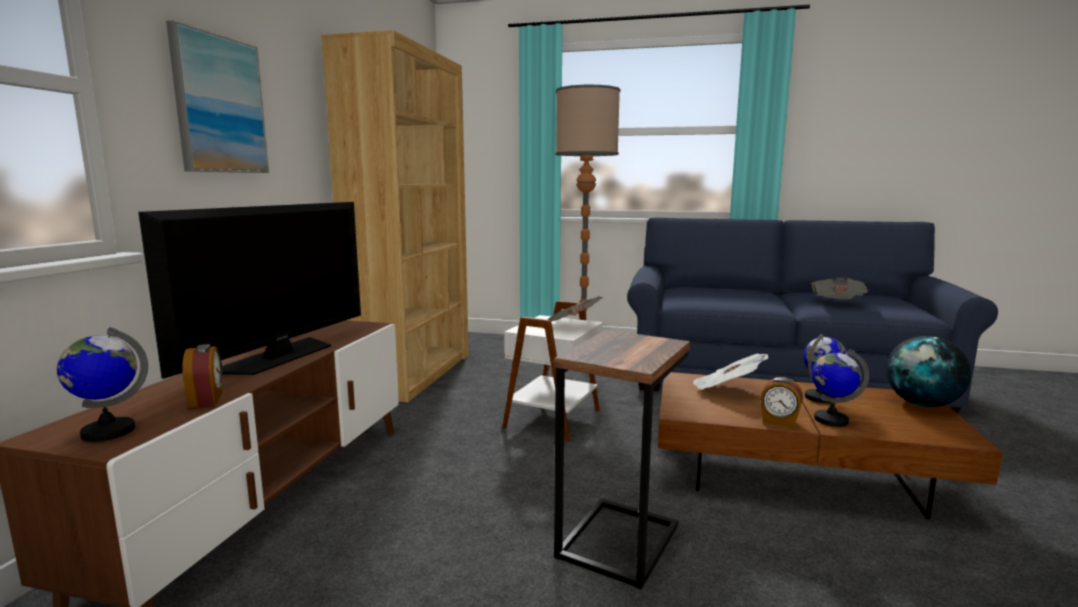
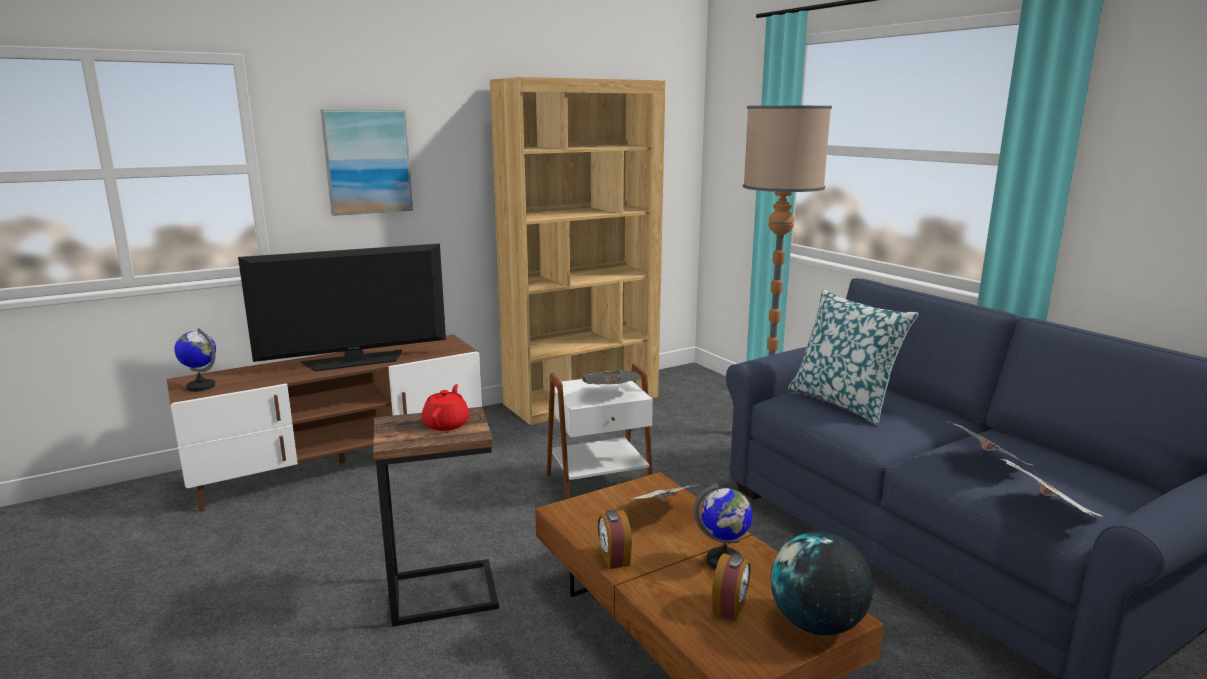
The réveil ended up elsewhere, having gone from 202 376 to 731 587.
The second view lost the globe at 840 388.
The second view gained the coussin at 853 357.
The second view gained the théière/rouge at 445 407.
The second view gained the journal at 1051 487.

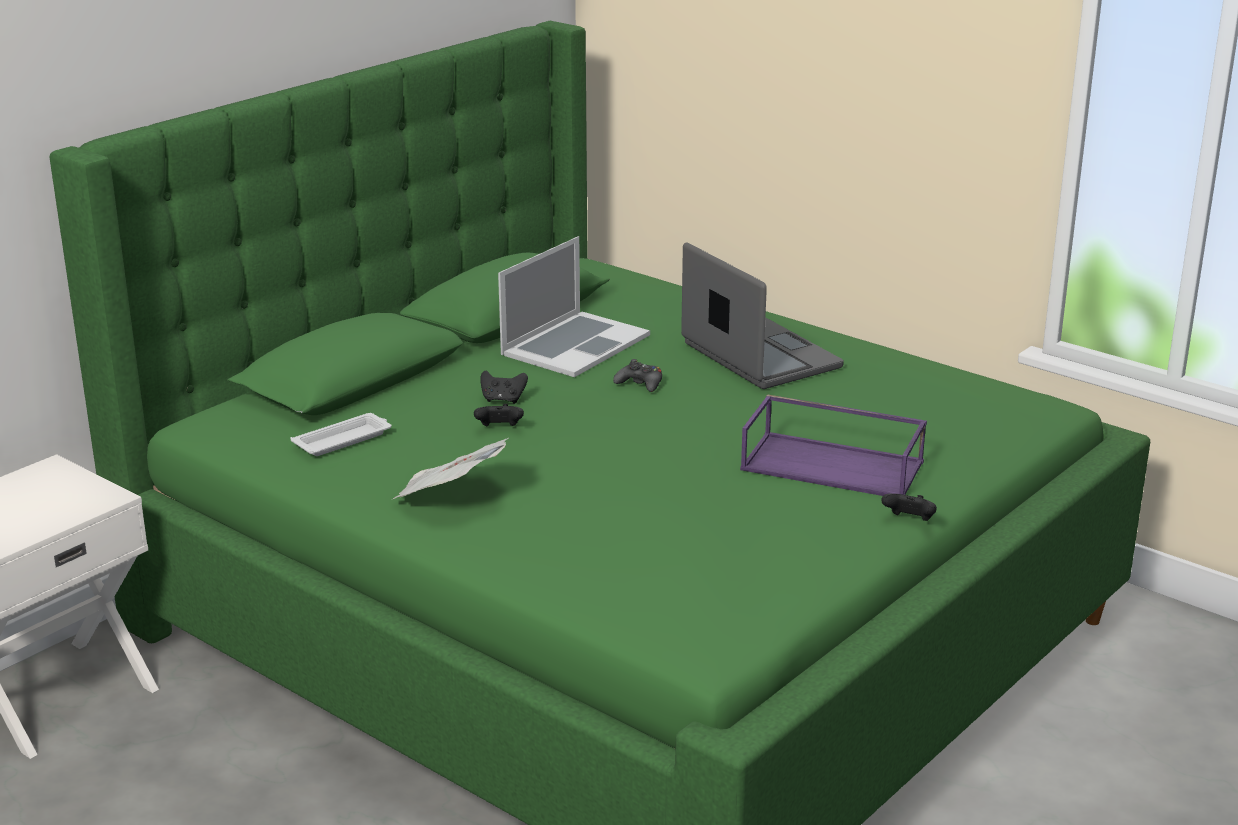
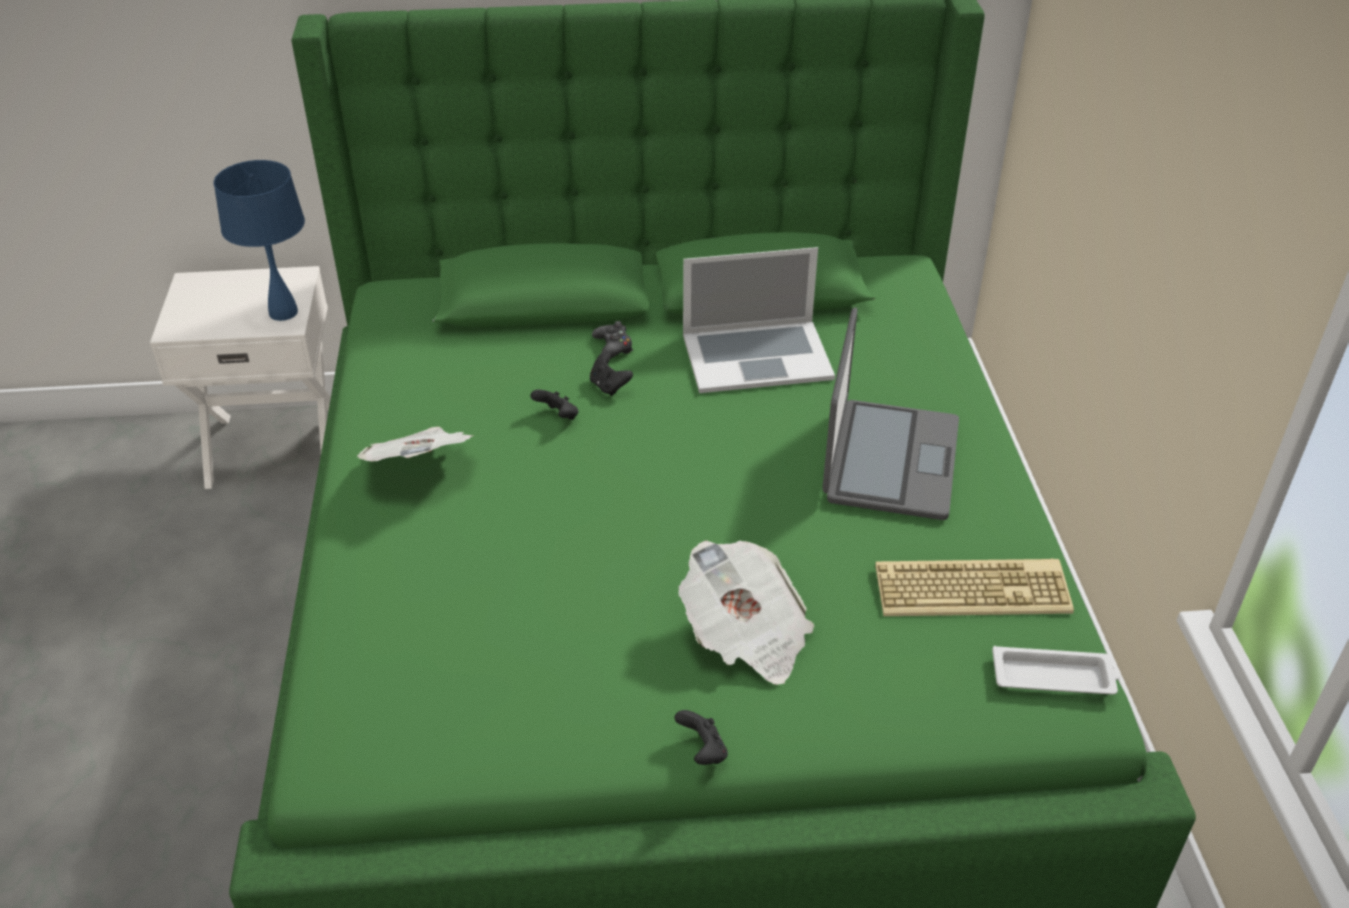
The manette/noir ended up elsewhere, having gone from 637 375 to 612 340.
Where the plateau/violet stood at 833 445, the journal came to stand at 746 613.
The plateau/blanc ended up elsewhere, having gone from 341 434 to 1056 670.
The second view gained the lampe de table/bleu at 259 240.
The second view gained the clavier at 974 587.

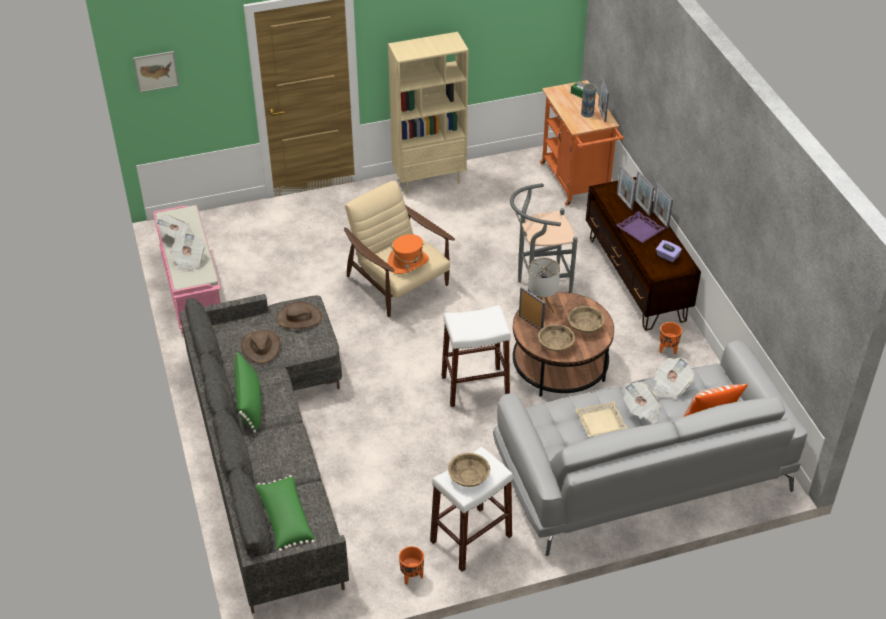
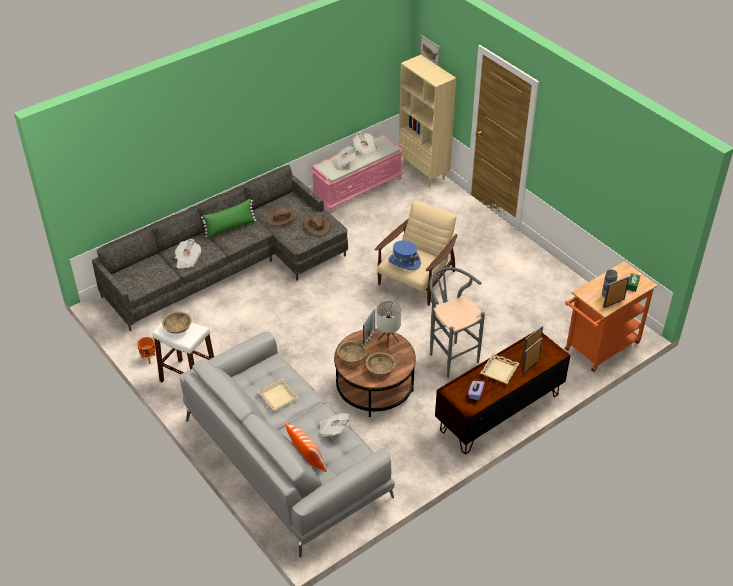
The bibliothèque/beige ended up elsewhere, having gone from 428 113 to 427 121.
The second view lost the cadre photo at 662 206.
What was the plateau/violet at 640 227 turned into the plateau/beige at 500 368.
What was the chapeau/orange at 408 254 turned into the chapeau/bleu at 404 255.
The second view lost the tabouret/blanc at 476 356.
The second view lost the cache-pot/orange at 670 338.
The journal ended up elsewhere, having gone from 643 402 to 188 254.
The second view lost the coussin/vert at 285 513.

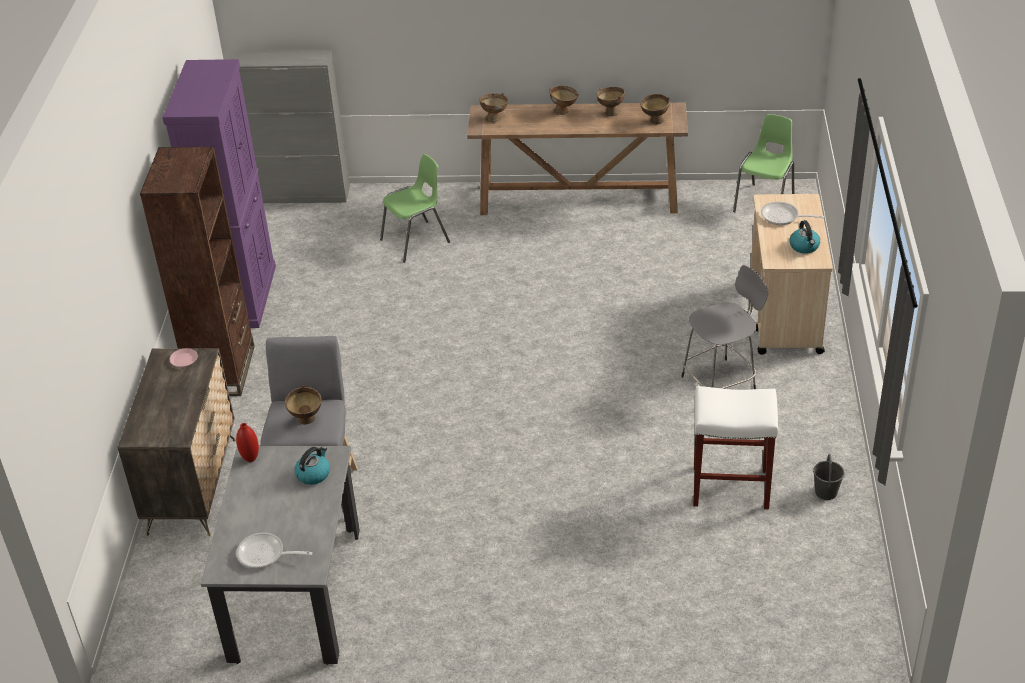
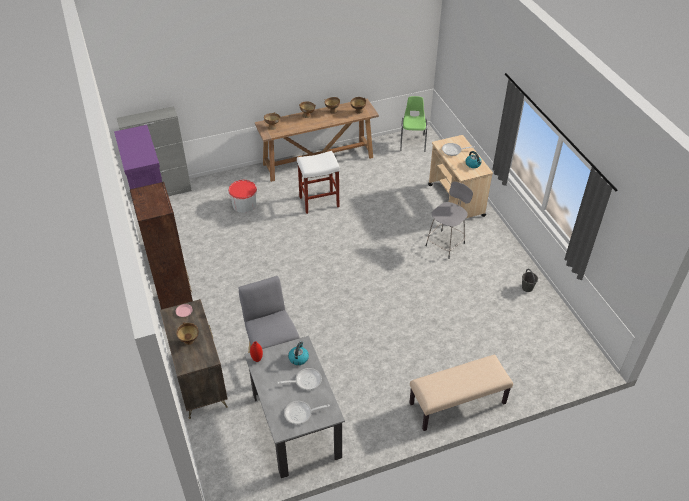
Where the chaise/vert stood at 415 208, the seau came to stand at 242 196.
The bol/marron ended up elsewhere, having gone from 303 405 to 187 333.
The tabouret/blanc ended up elsewhere, having gone from 735 447 to 318 182.
The second view gained the banc/beige at 461 393.
The second view gained the poêle at 299 379.

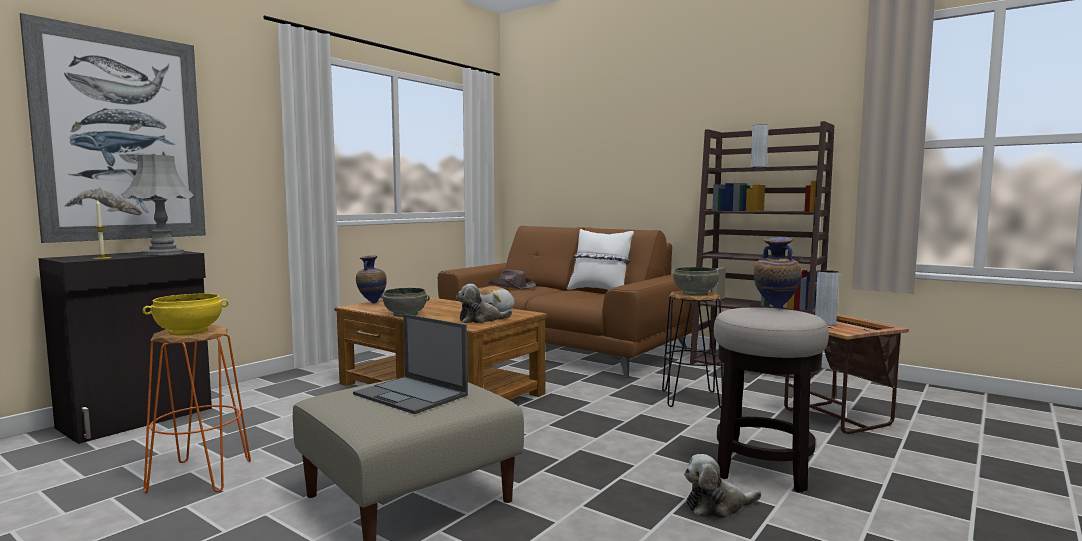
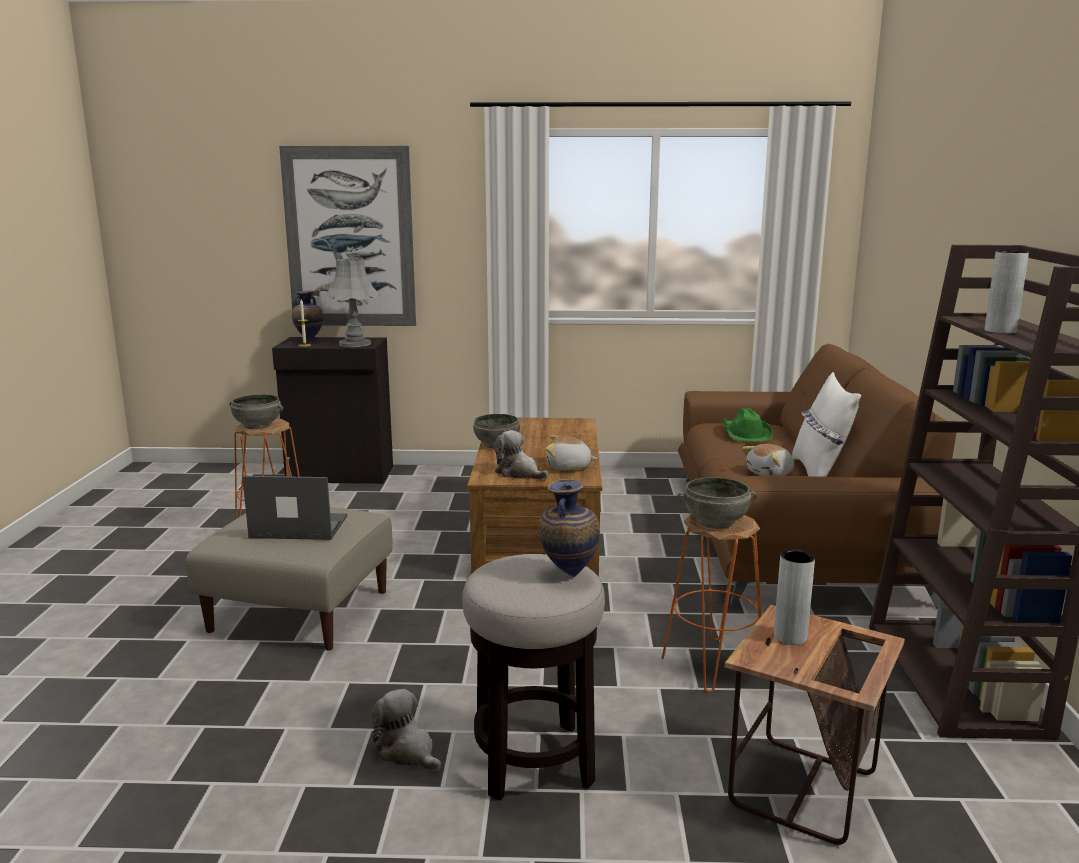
The vase ended up elsewhere, having gone from 371 279 to 307 315.
What was the chapeau/marron at 512 279 turned into the chapeau/vert at 747 425.
What was the tabouret/noir at 692 349 turned into the tabouret/orange at 711 603.
What was the bol/jaune at 186 314 turned into the bol/gris at 256 411.
The ordinateur portable at 410 364 ended up facing another way, 90 degrees clockwise from before.
The second view gained the peluche at 768 460.

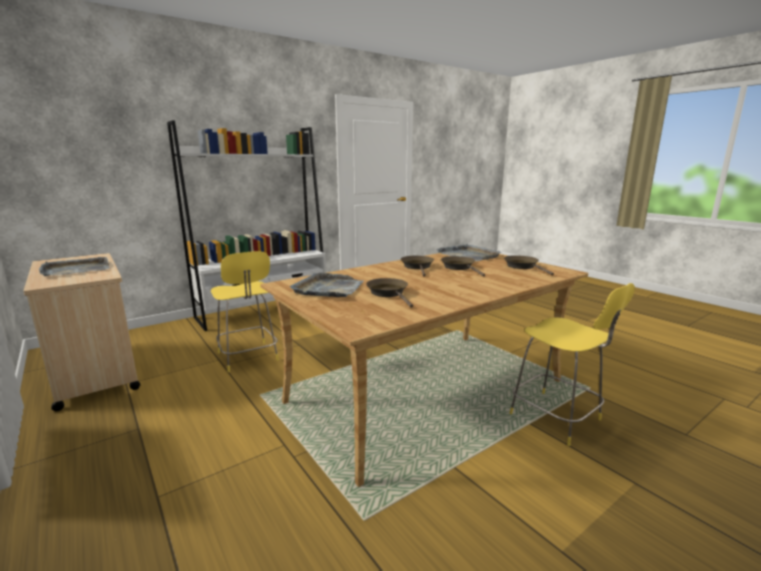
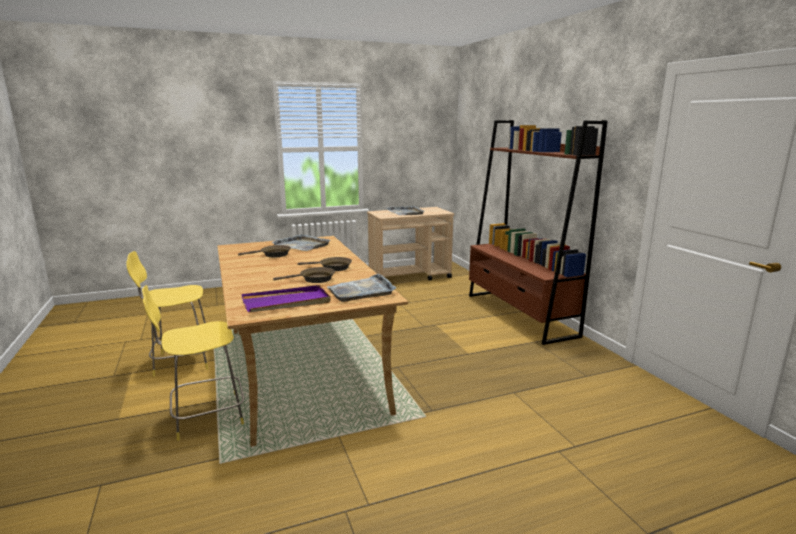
What was the bibliothèque/blanc at 246 225 turned into the bibliothèque/marron at 538 232.
The tabouret/jaune ended up elsewhere, having gone from 245 311 to 167 314.
Where the poêle/marron stood at 529 265, the plateau/violet came to stand at 286 299.

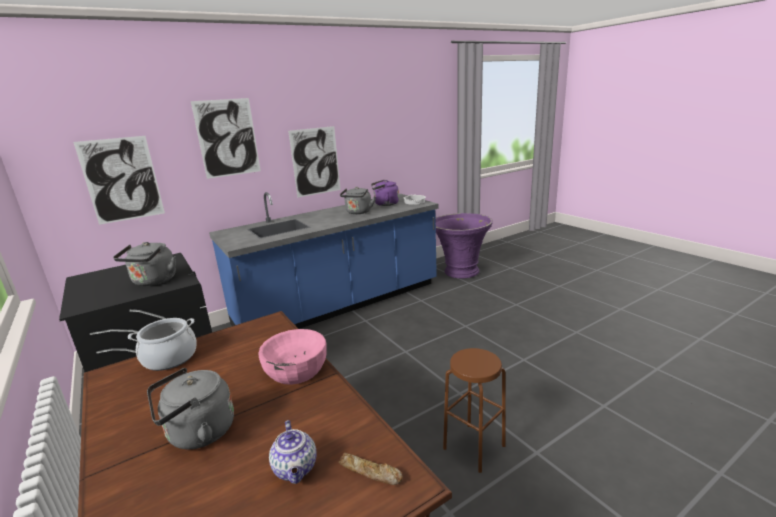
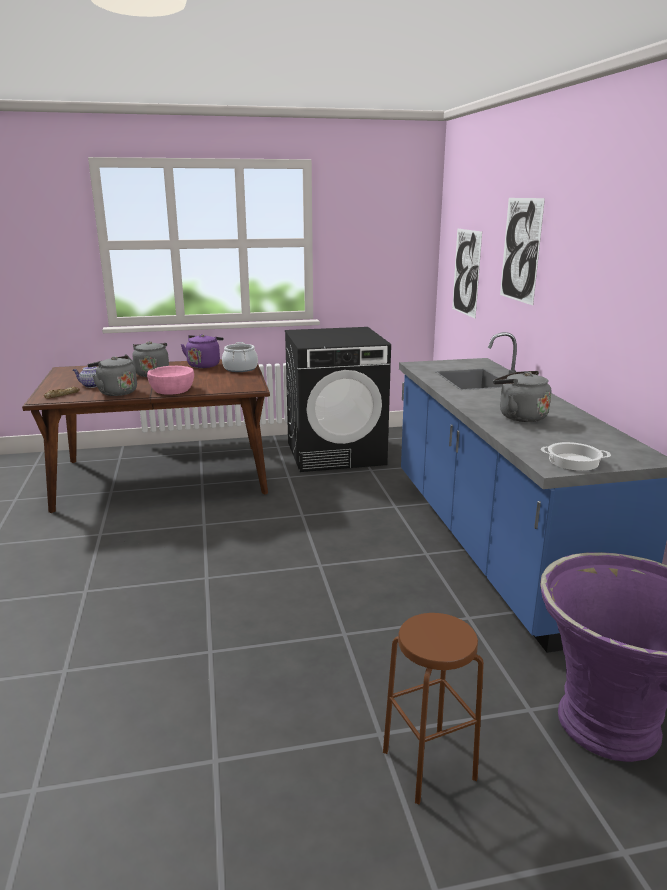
The second view lost the tableau at 314 162.
The bouilloire/violet ended up elsewhere, having gone from 385 193 to 202 351.
The bouilloire/gris ended up elsewhere, having gone from 144 264 to 112 376.
The tabouret/marron ended up elsewhere, having gone from 474 410 to 433 708.

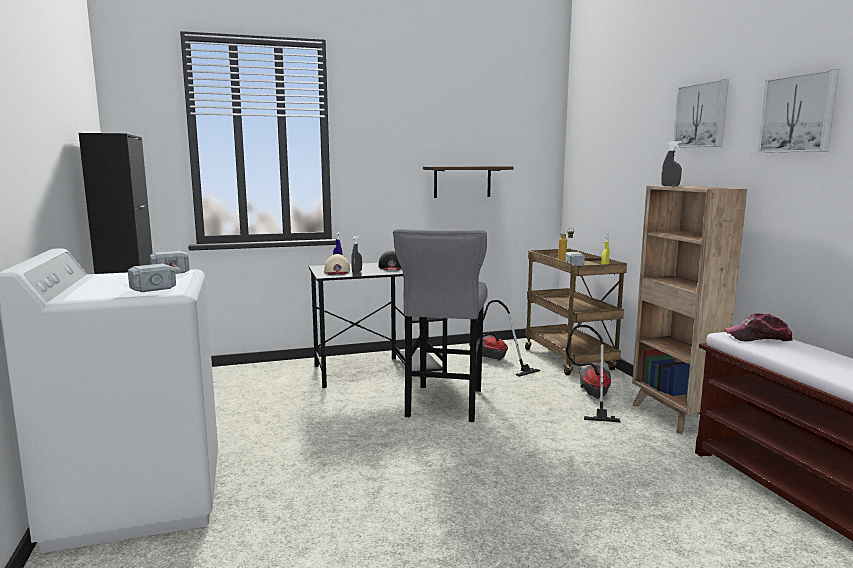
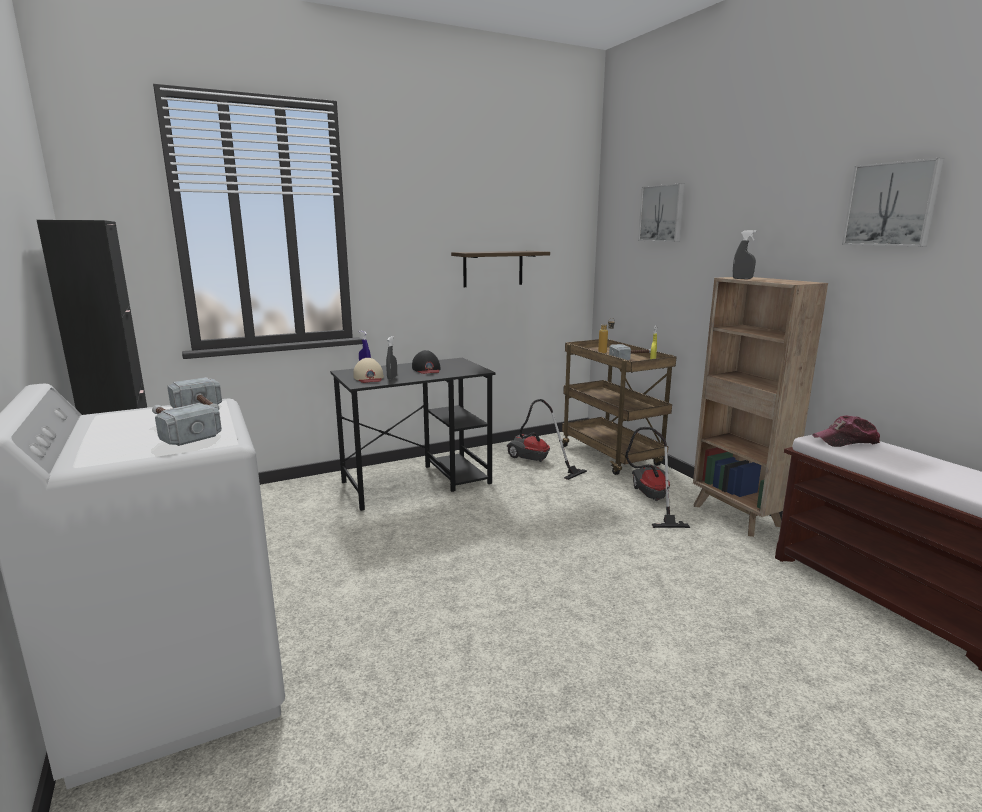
The tableau ended up elsewhere, having gone from 701 113 to 661 212.
The second view lost the tabouret/gris at 440 325.

